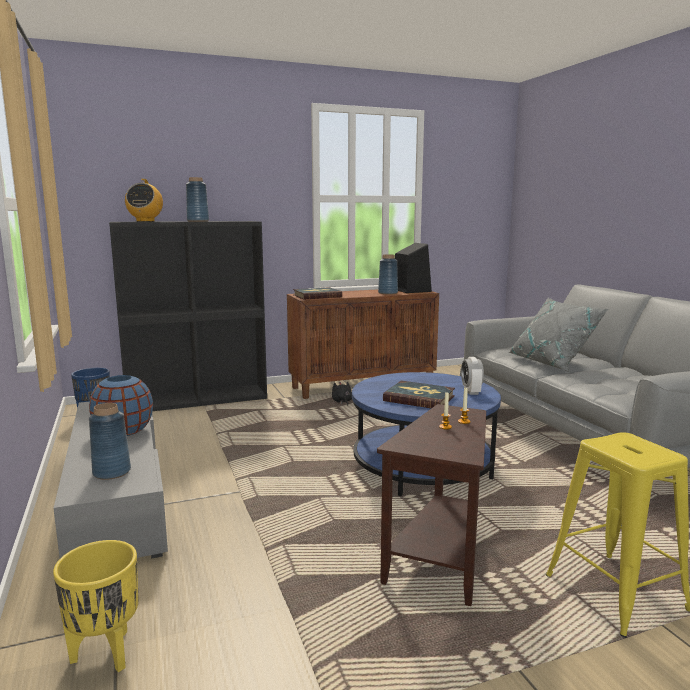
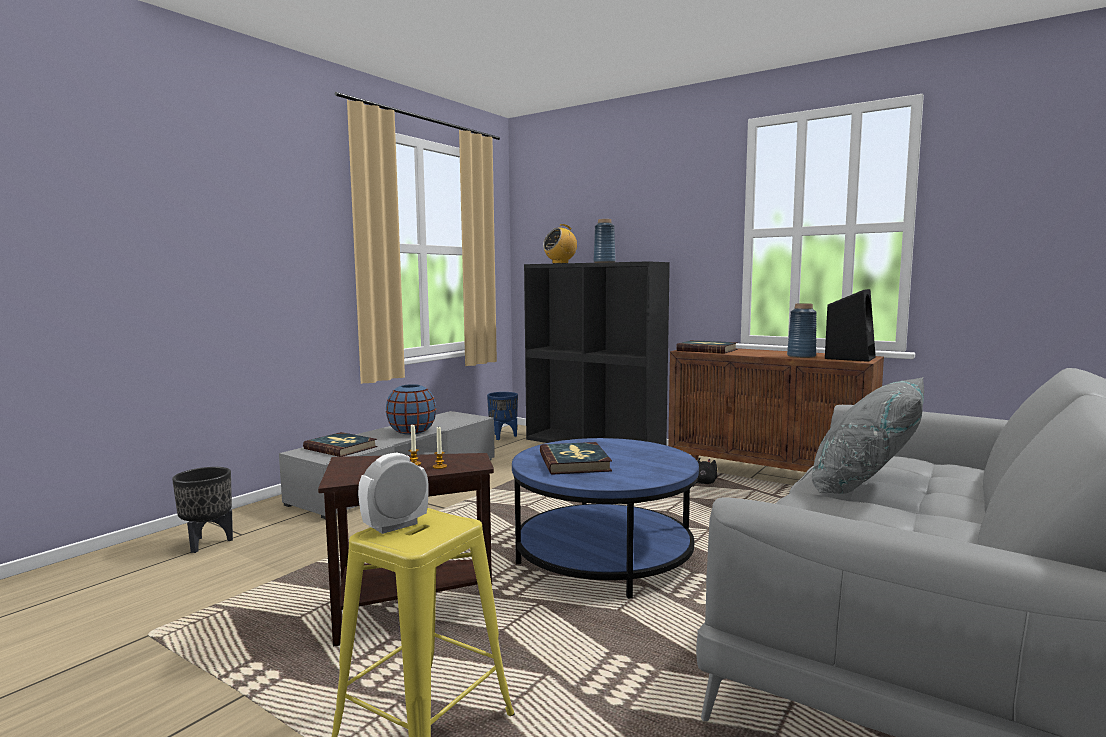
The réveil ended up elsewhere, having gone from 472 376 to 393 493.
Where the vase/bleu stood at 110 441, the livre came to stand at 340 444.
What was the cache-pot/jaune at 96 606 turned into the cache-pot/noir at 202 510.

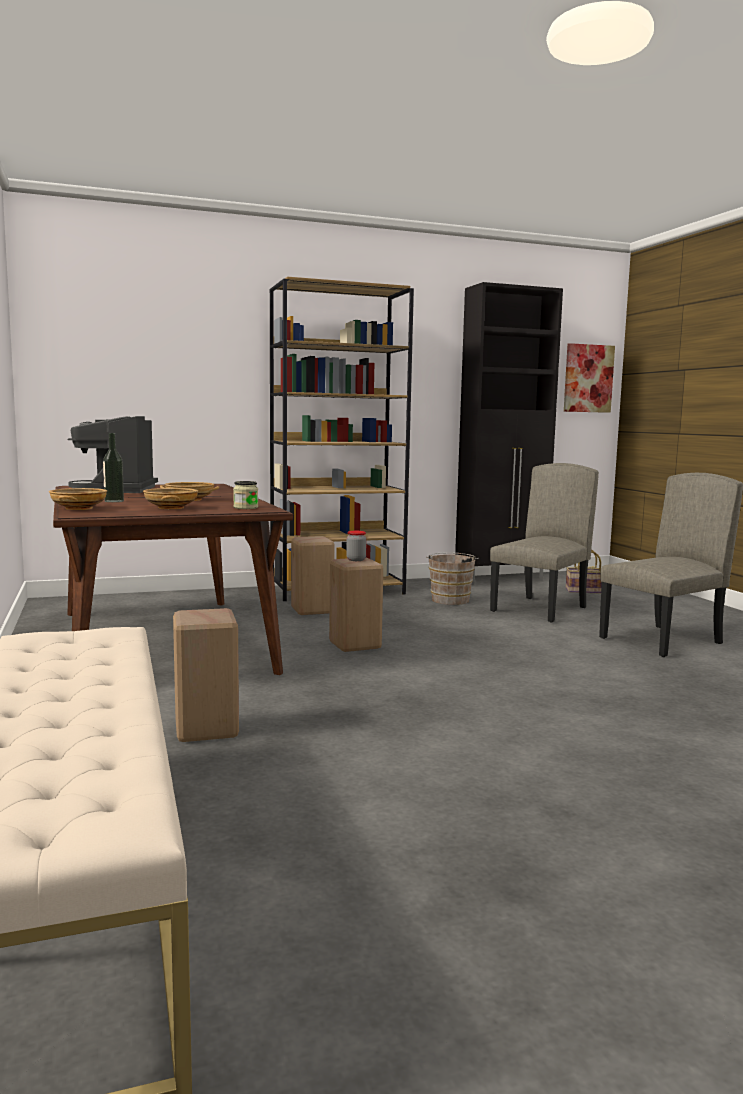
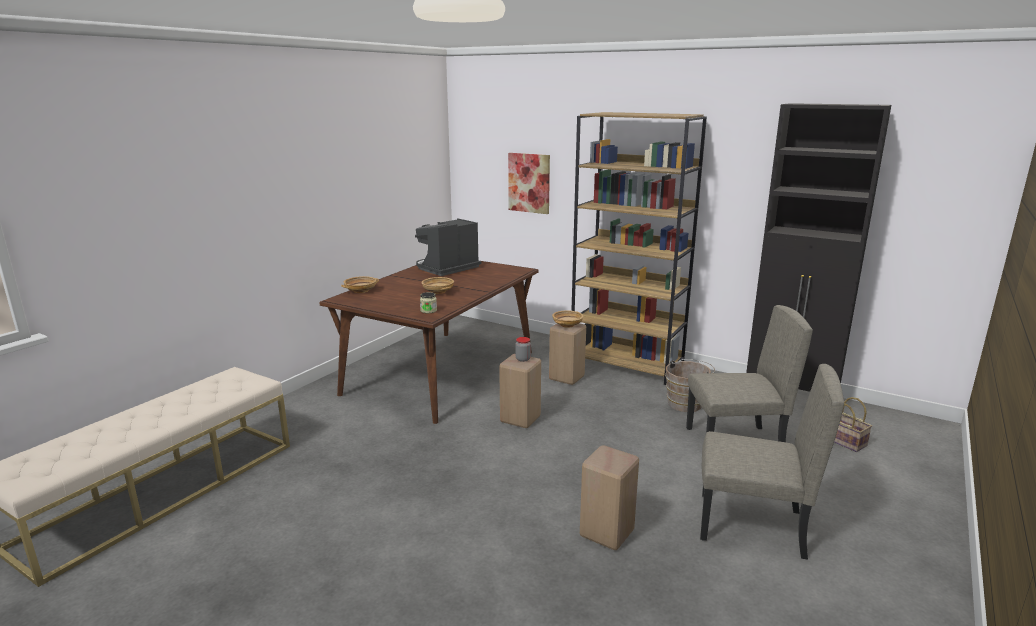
The tableau ended up elsewhere, having gone from 589 378 to 529 183.
The second view lost the bouteille at 113 467.
The bol/beige ended up elsewhere, having gone from 170 498 to 567 318.
The tabouret/beige ended up elsewhere, having gone from 206 675 to 609 498.

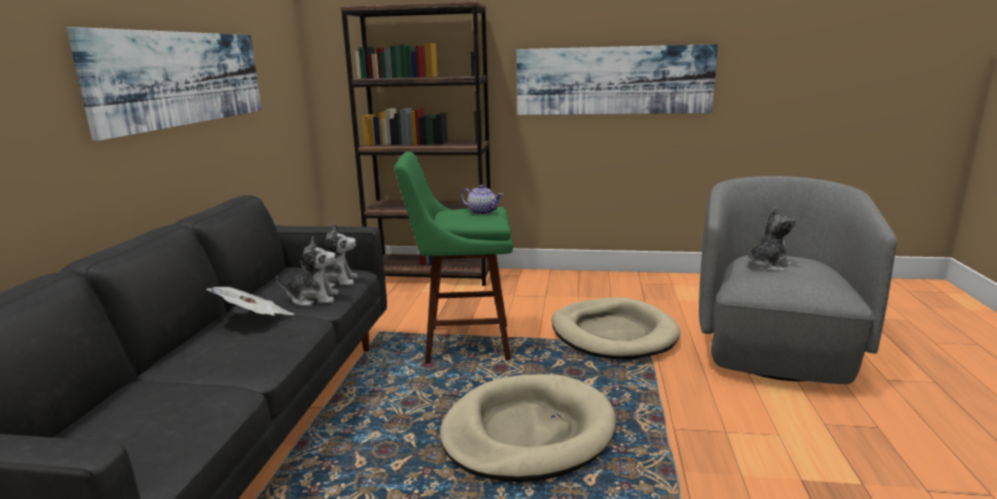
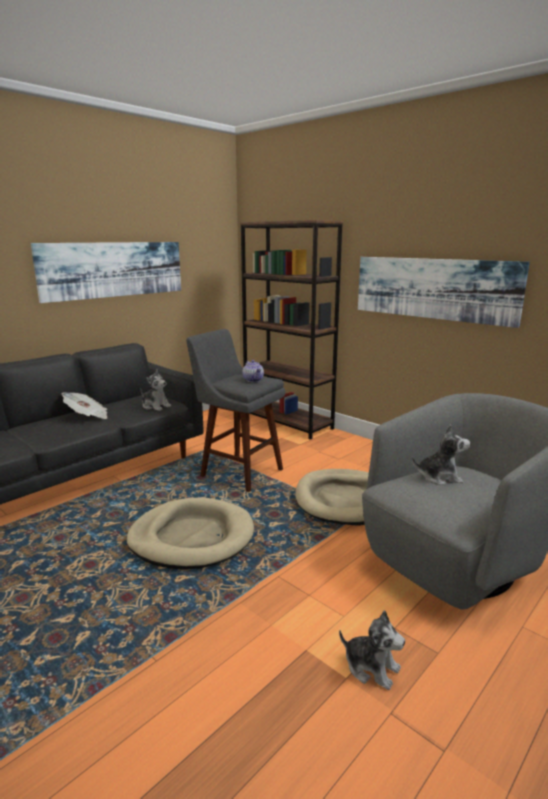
What was the tabouret/vert at 454 257 turned into the tabouret/gris at 235 410.
The peluche ended up elsewhere, having gone from 307 271 to 372 650.

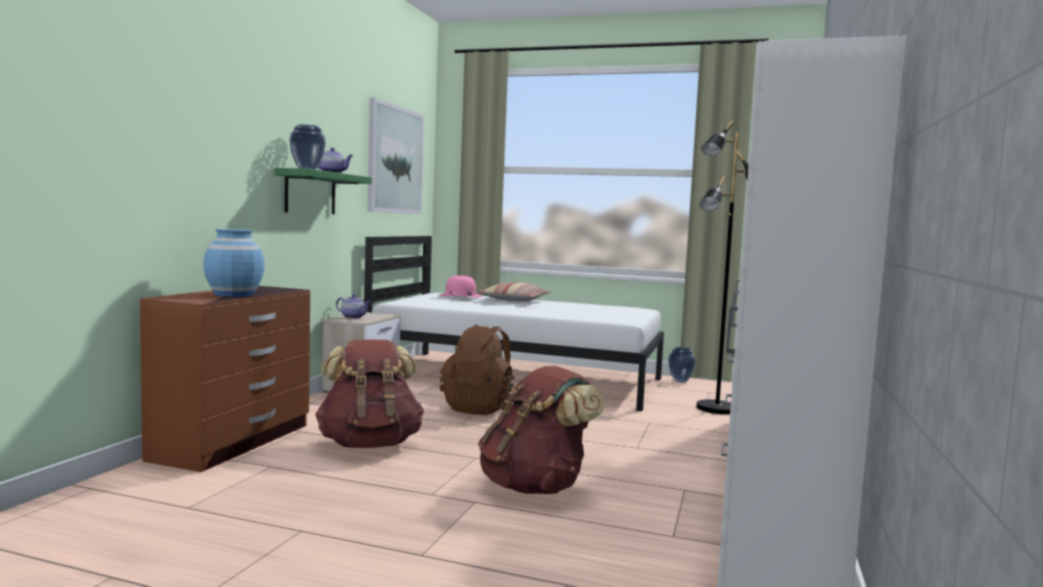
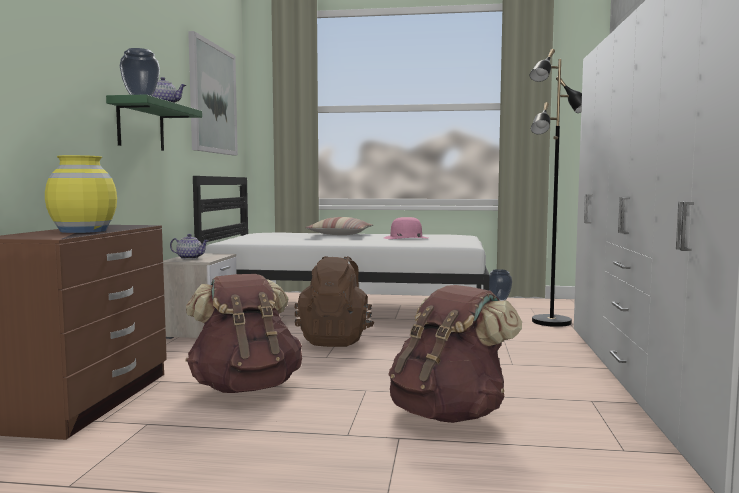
What was the vase/bleu at 233 262 turned into the vase/jaune at 81 194.
The chapeau/rose ended up elsewhere, having gone from 461 286 to 406 228.

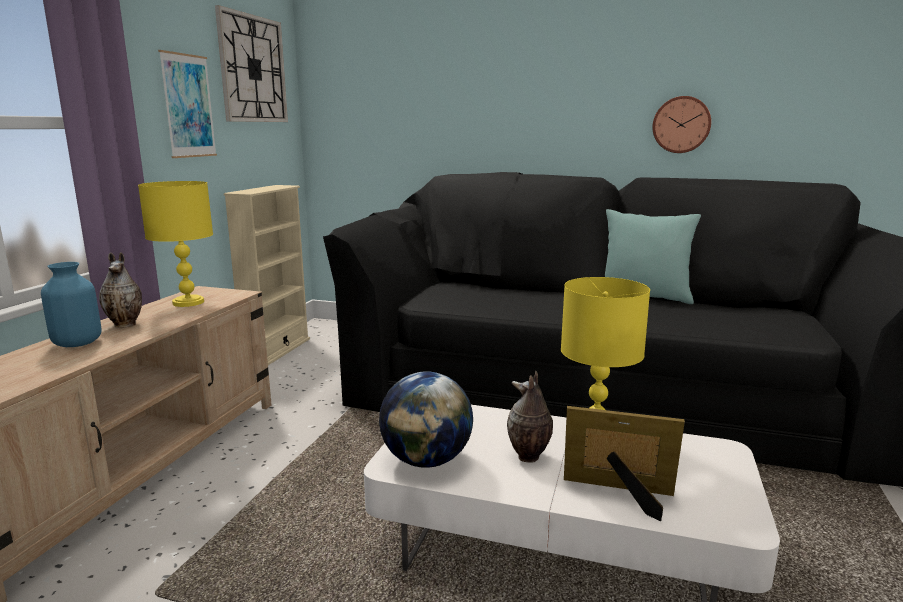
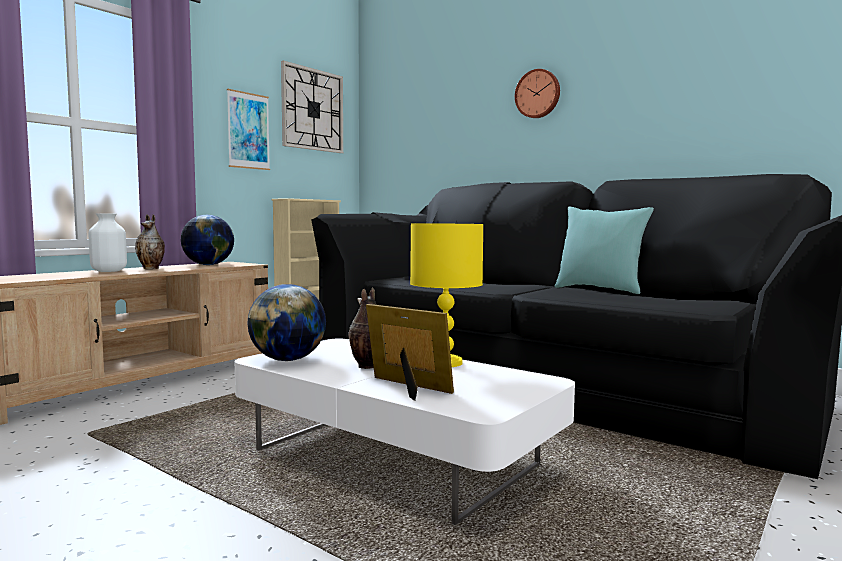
The horloge murale ended up elsewhere, having gone from 681 124 to 537 93.
Where the lampe de table/jaune stood at 175 244, the globe came to stand at 207 240.
What was the vase/bleu at 71 304 turned into the vase/blanc at 108 242.

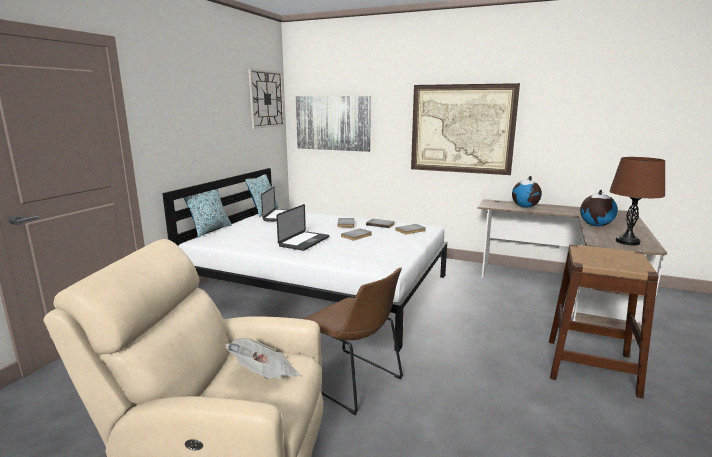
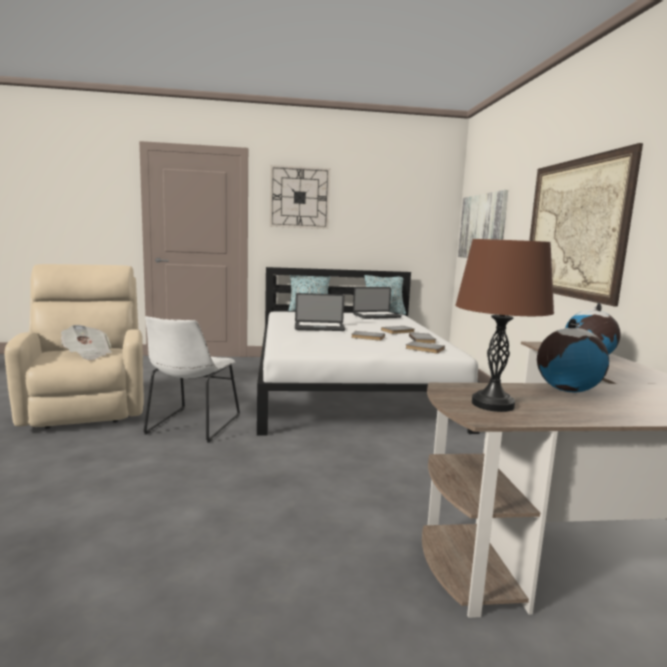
The horloge murale ended up elsewhere, having gone from 266 99 to 300 197.
The second view lost the tabouret/marron at 604 321.
What was the chaise/marron at 353 341 turned into the chaise/blanc at 191 379.

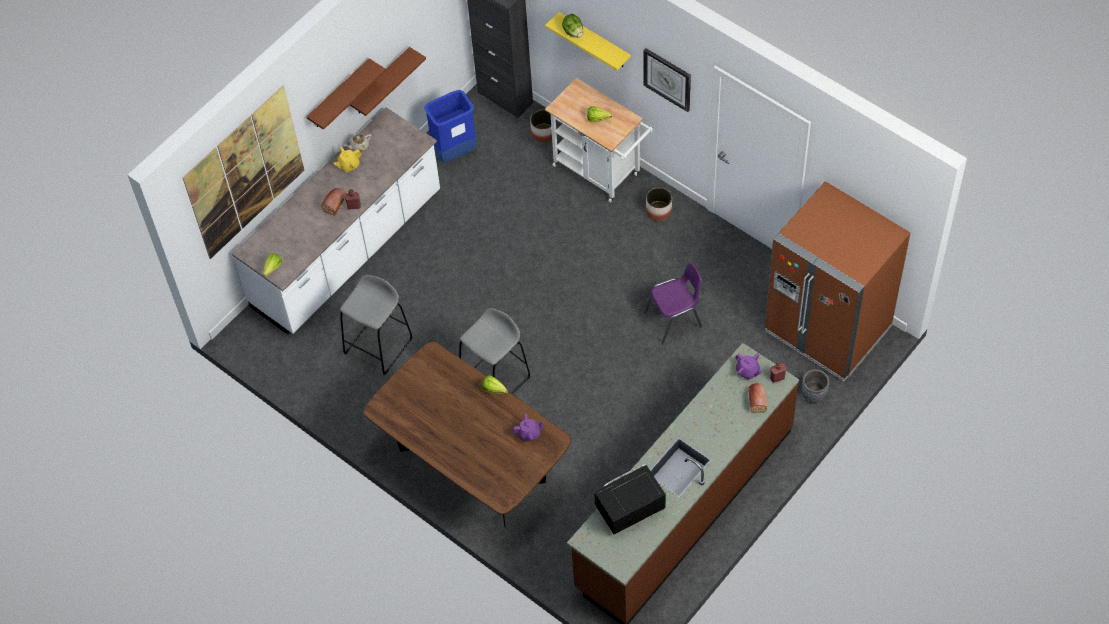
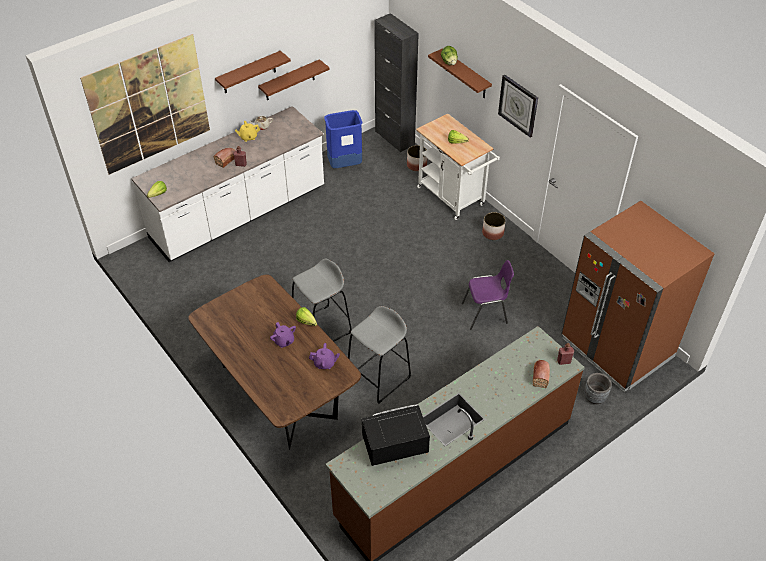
What was the étagère/jaune at 588 41 turned into the étagère/marron at 460 73.
The tabouret/gris ended up elsewhere, having gone from 376 325 to 379 355.
The théière/violet ended up elsewhere, having gone from 748 366 to 283 335.

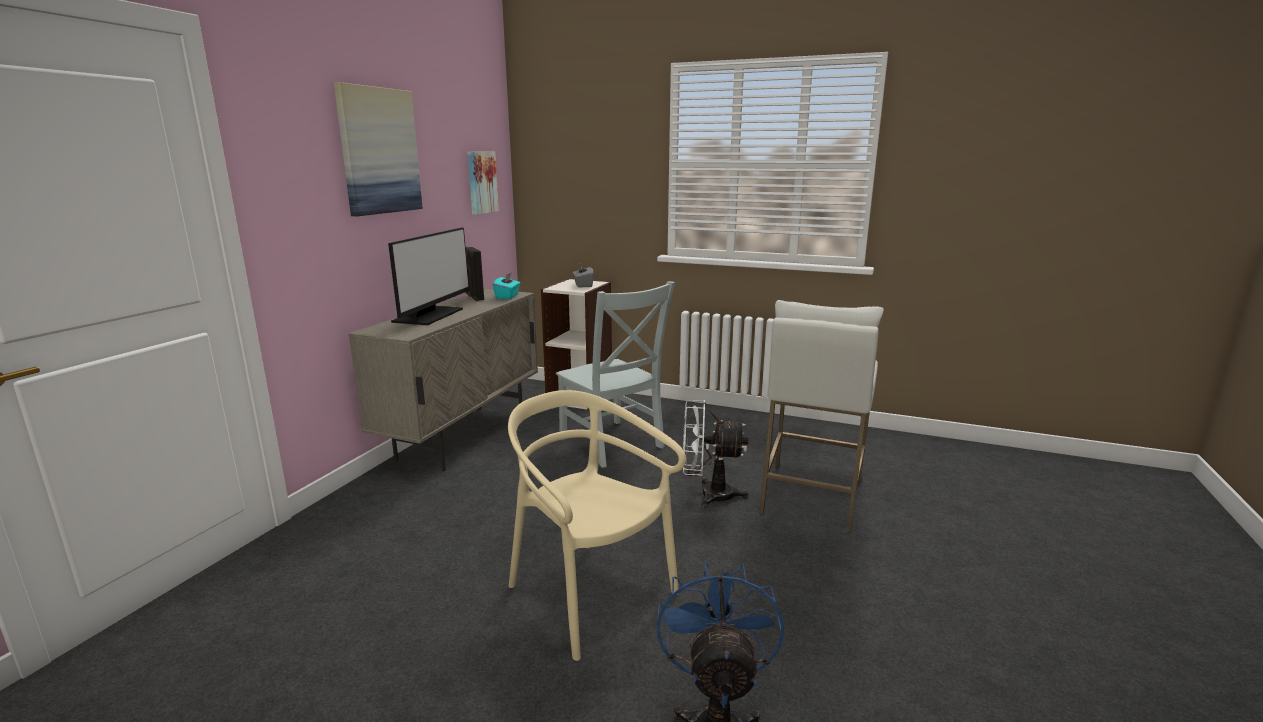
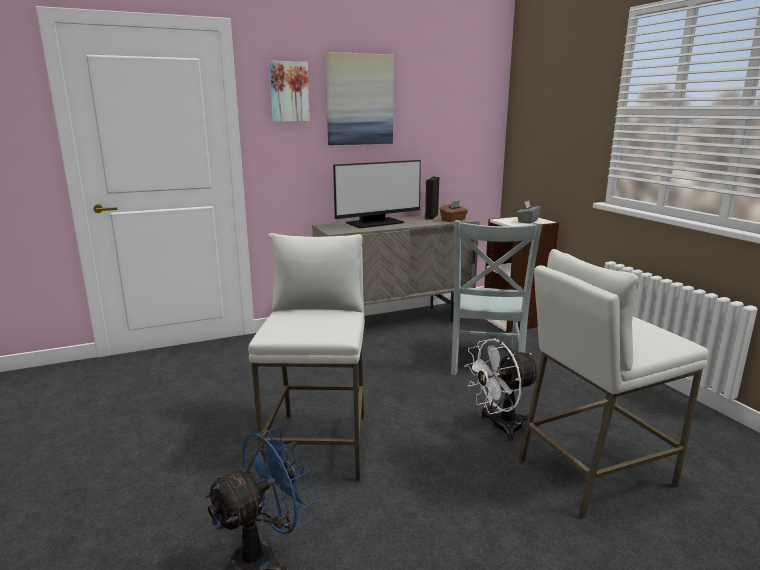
The tableau ended up elsewhere, having gone from 483 183 to 289 91.
What was the boîte à mouchoirs/turquoise at 506 285 turned into the boîte à mouchoirs/marron at 454 211.
Where the chaise/beige stood at 597 525, the tabouret/blanc came to stand at 306 357.
The ventilateur/blanc at 716 454 ended up facing another way, 75 degrees counterclockwise from before.

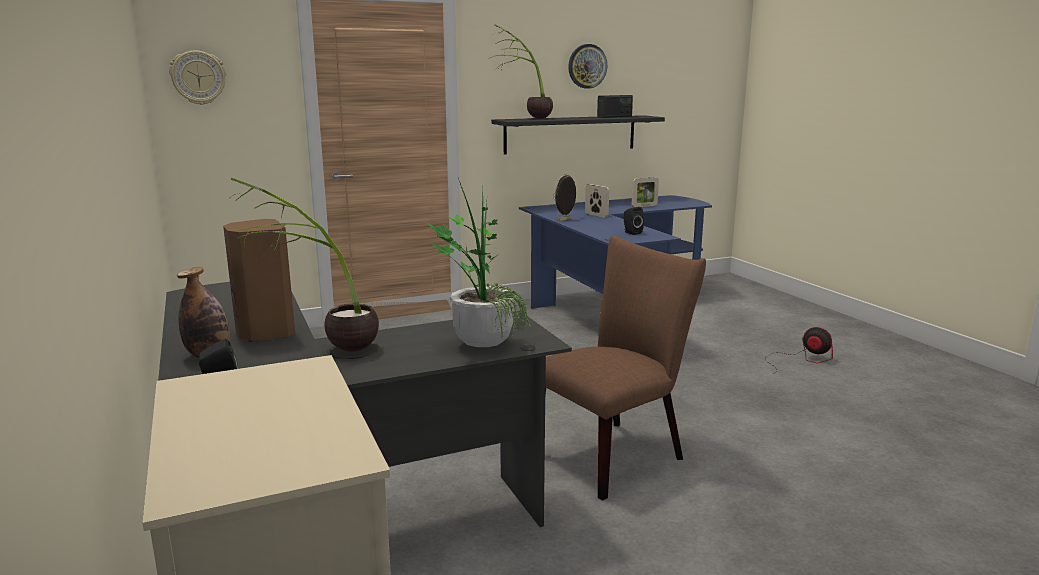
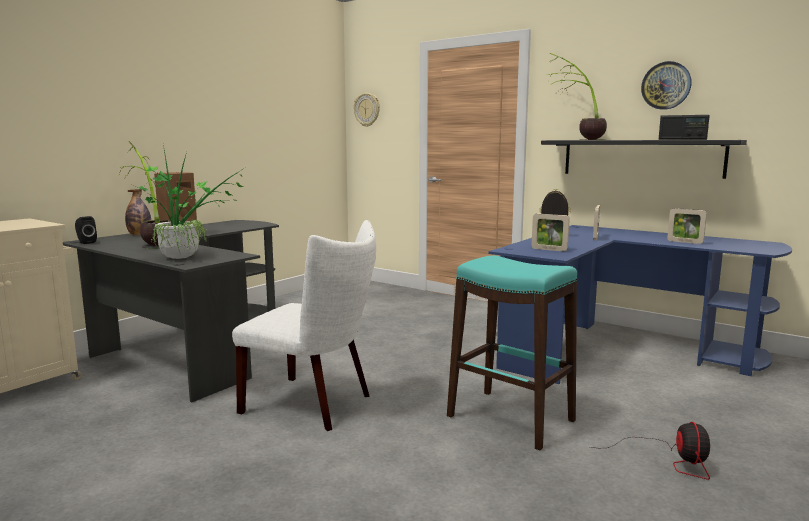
Where the enceinte/noir stood at 634 221, the cadre photo came to stand at 551 232.
What was the chaise/marron at 625 368 turned into the chaise/blanc at 304 325.
The second view gained the tabouret/turquoise at 512 353.

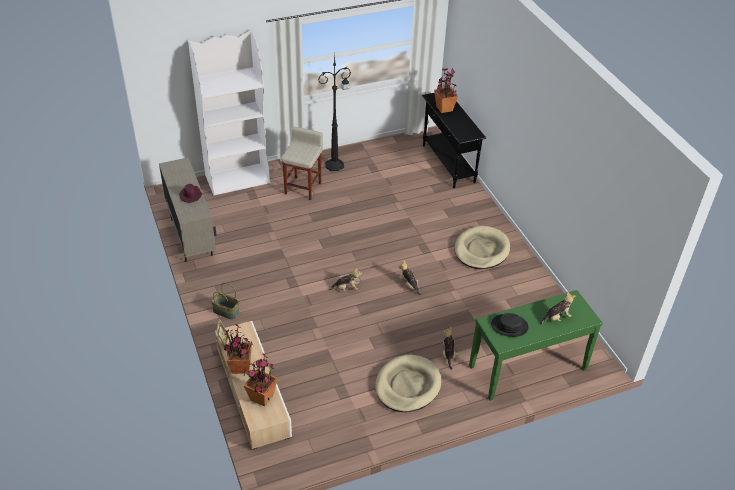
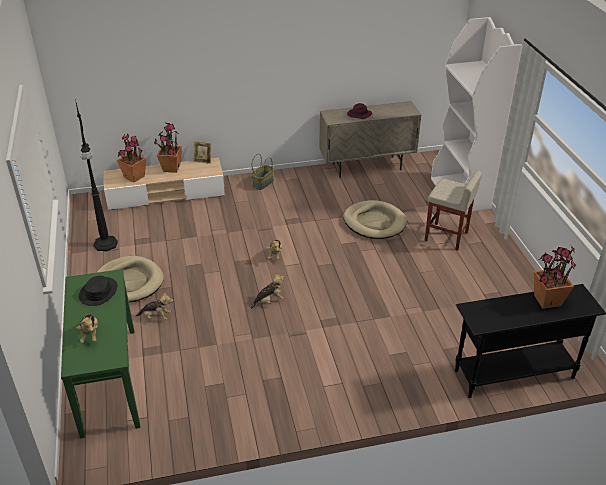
The lampadaire/noir ended up elsewhere, having gone from 334 112 to 96 175.
The panier pour chien/beige ended up elsewhere, having gone from 482 247 to 375 219.

